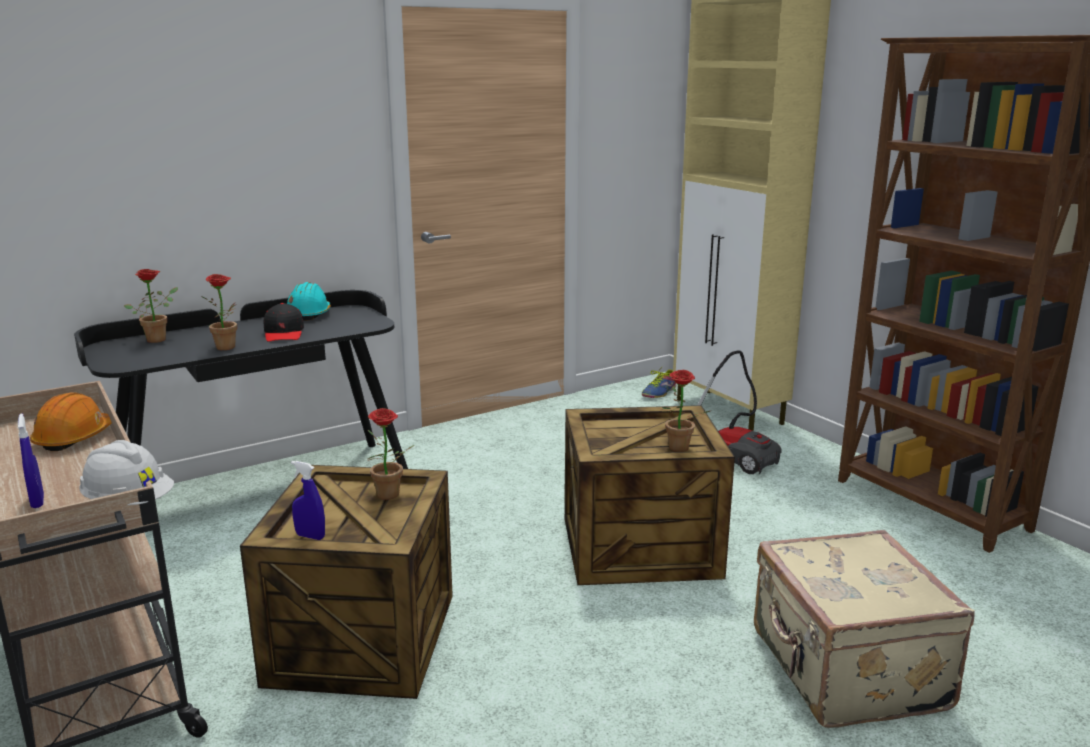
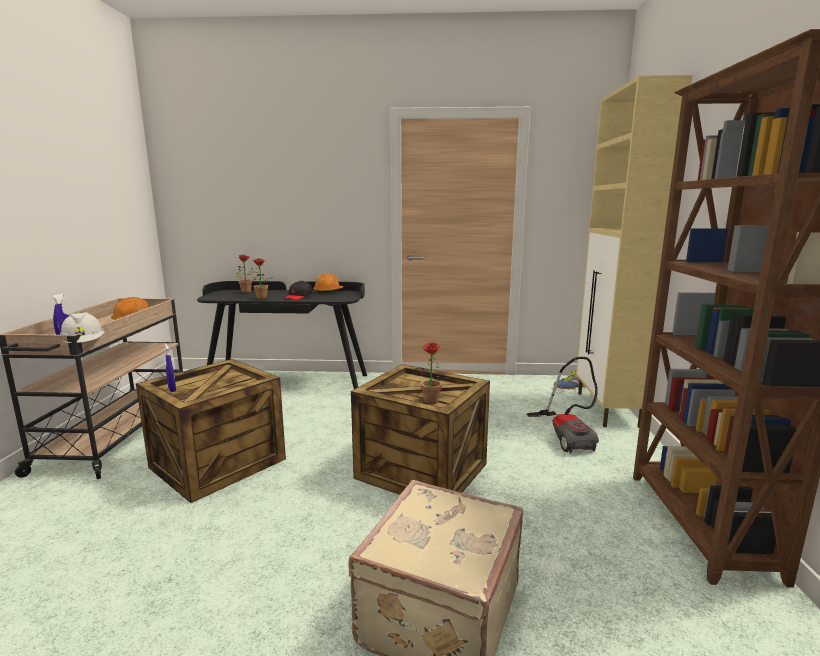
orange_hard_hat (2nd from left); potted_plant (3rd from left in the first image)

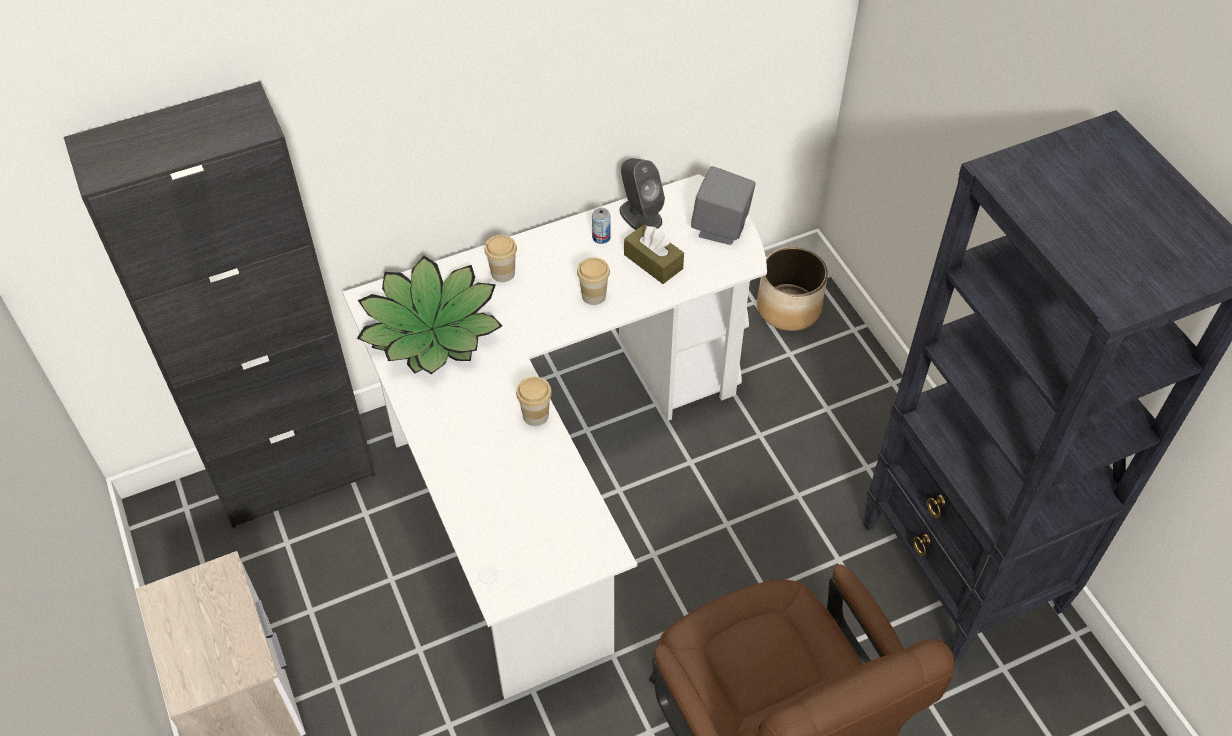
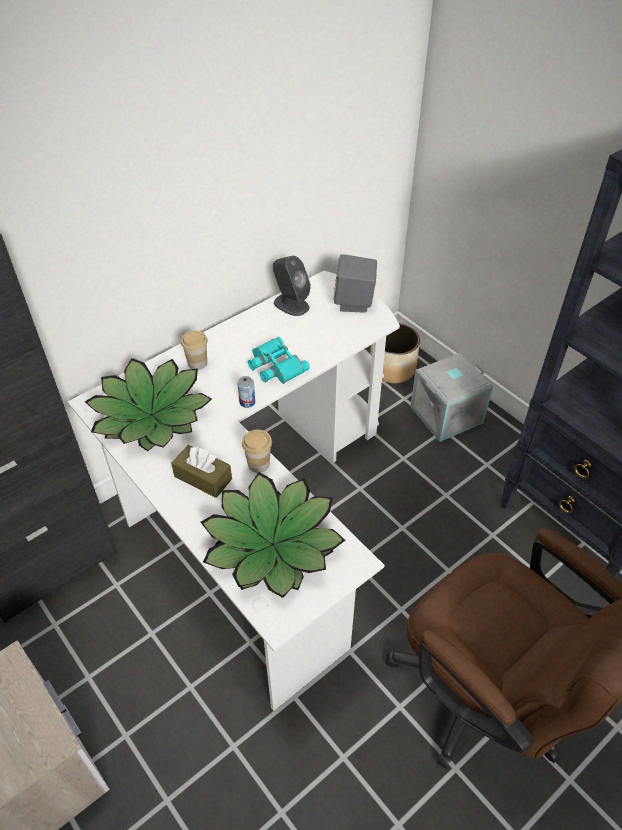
can; brown_tissue_box; turquoise_binoculars; grey_storage_box; potted_plant (2nd from left)

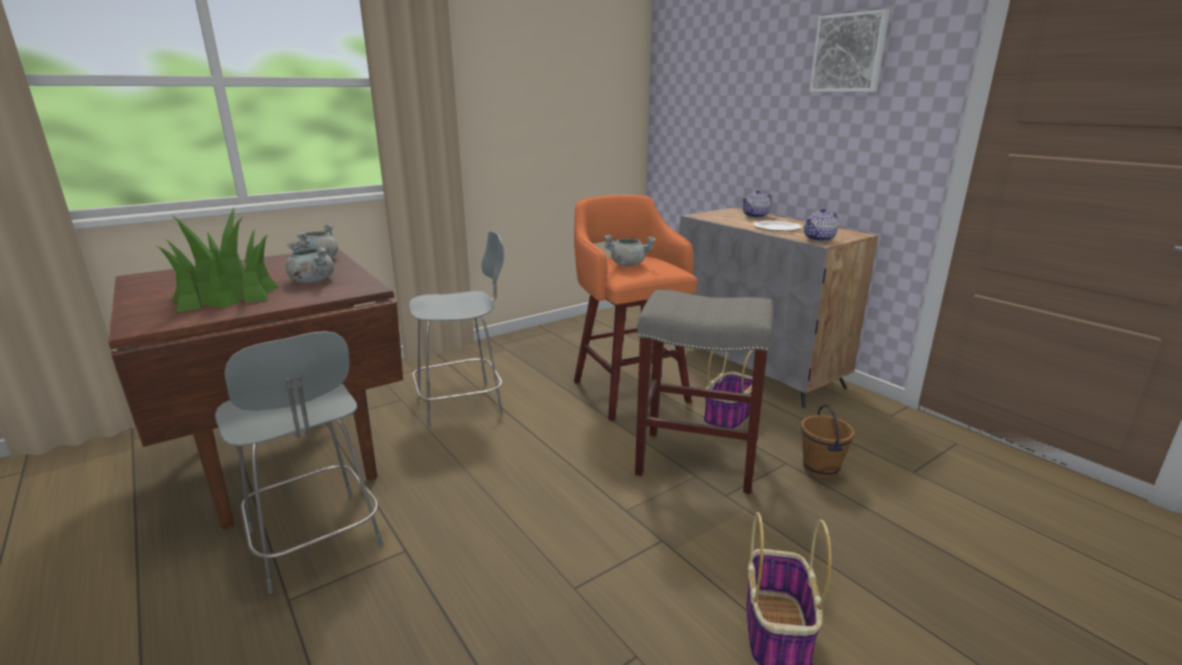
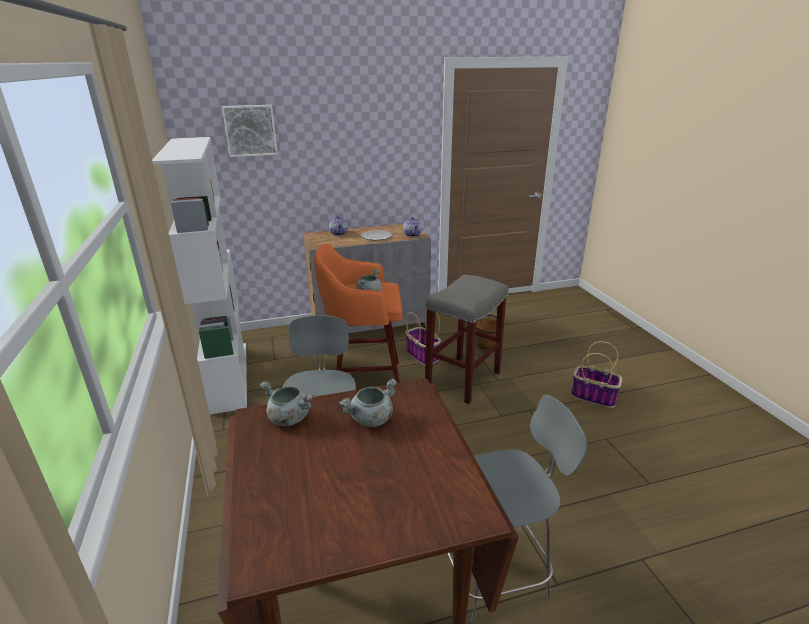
picture; potted_plant; white_bookcase

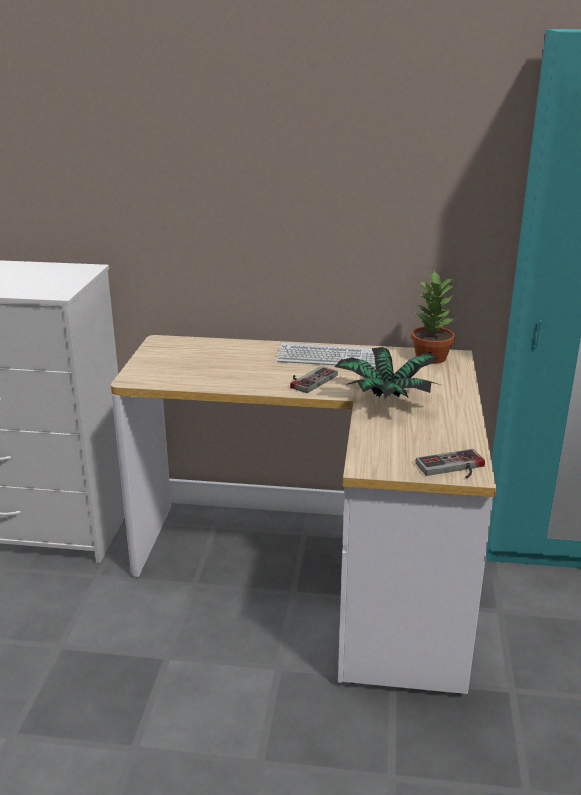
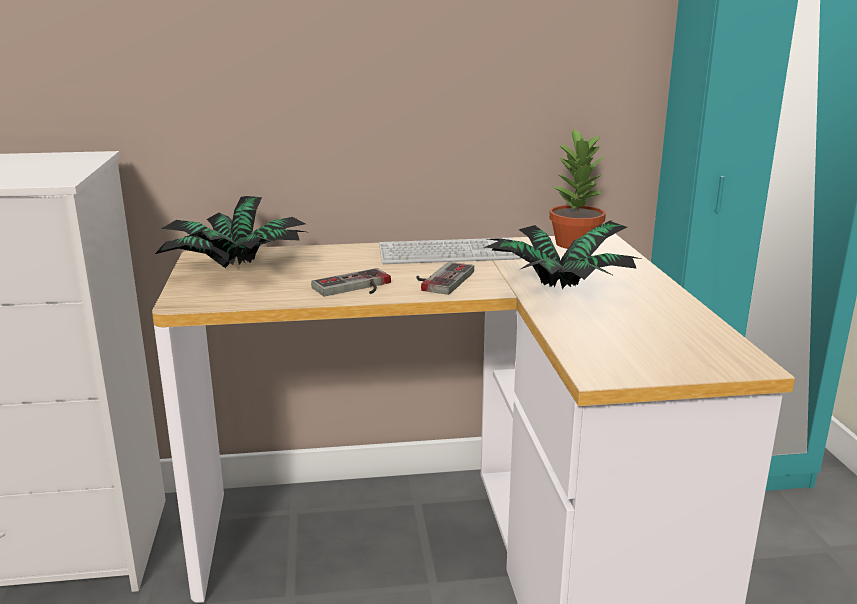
game_controller (1st from left); potted_plant (1st from left)

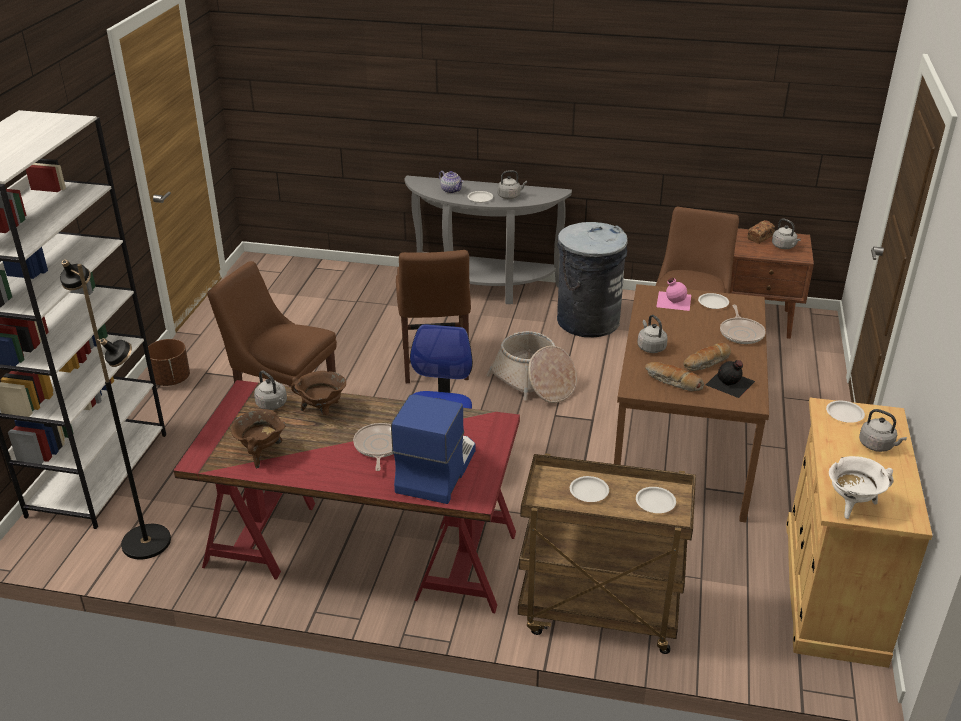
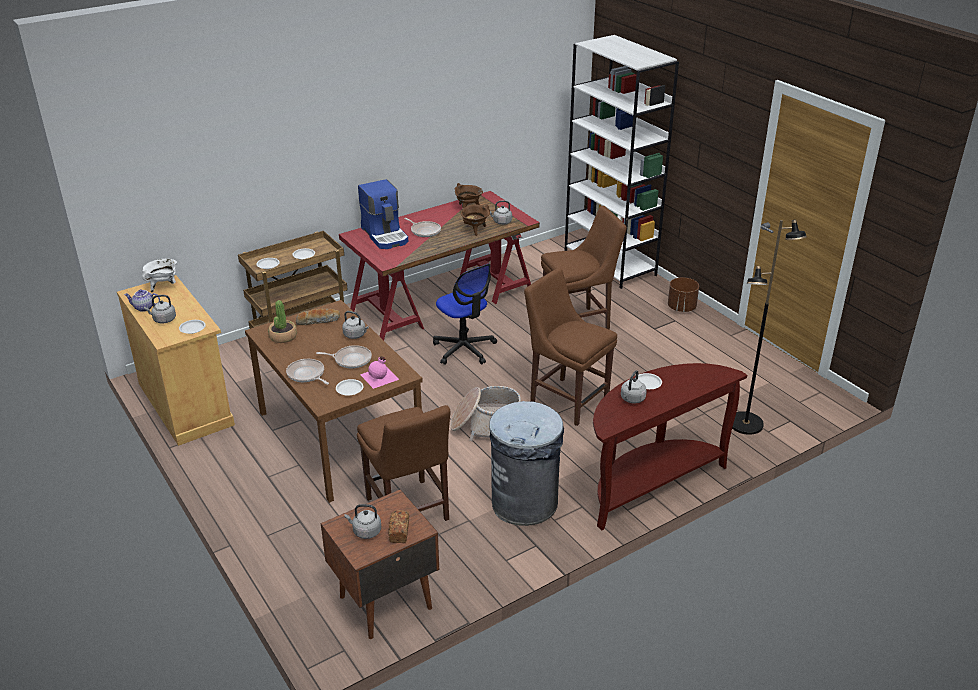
teapot; brown_console_table; black_floor_lamp; bread (2nd from left in the first image); potted_plant; frying_pan (2nd from left)

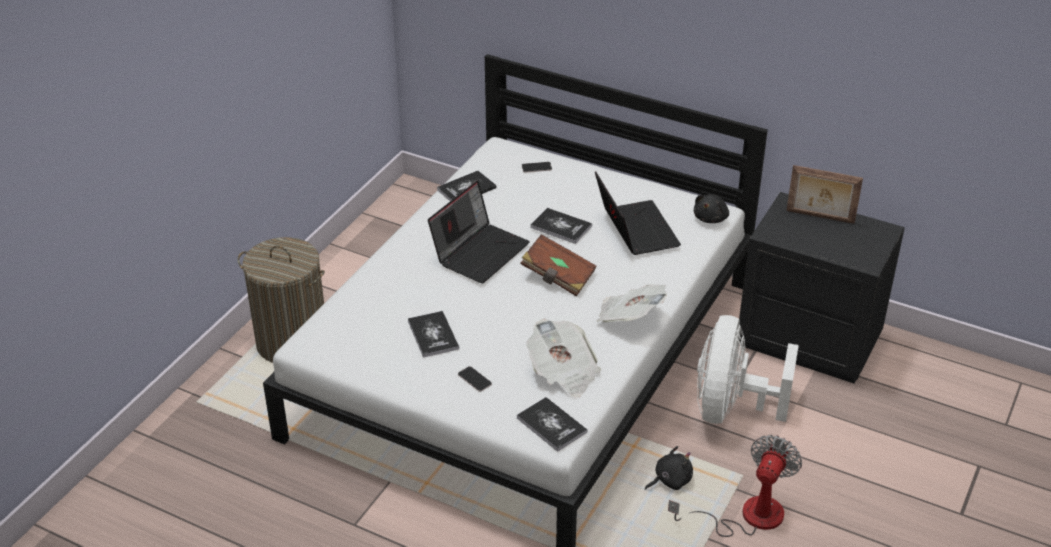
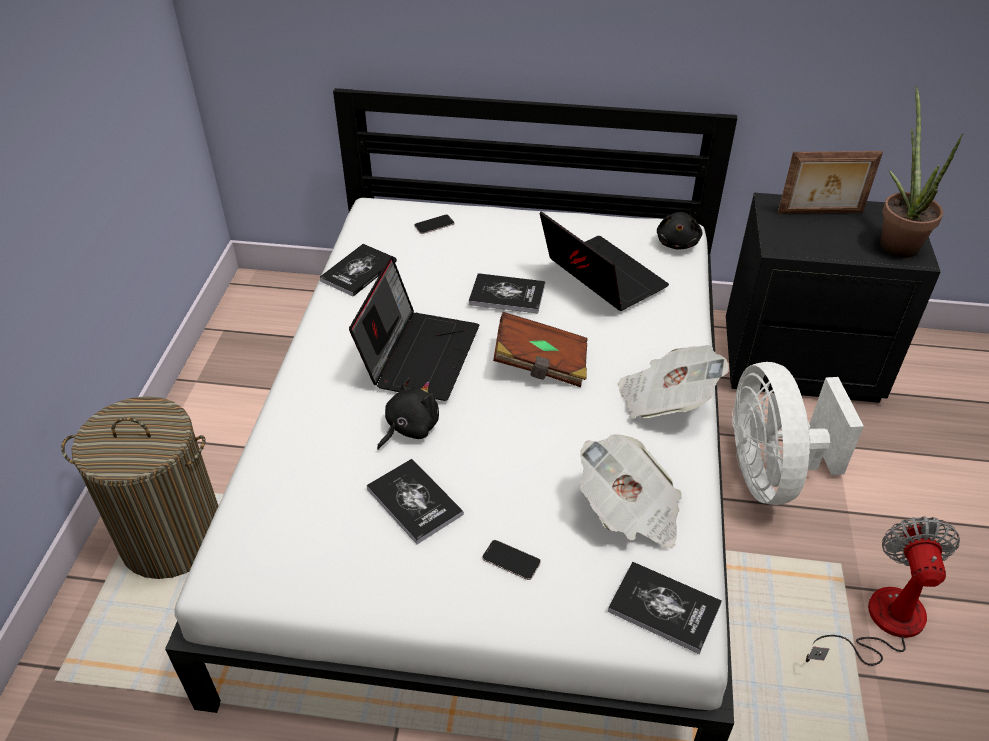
black_plush_toy (1st from left); potted_plant

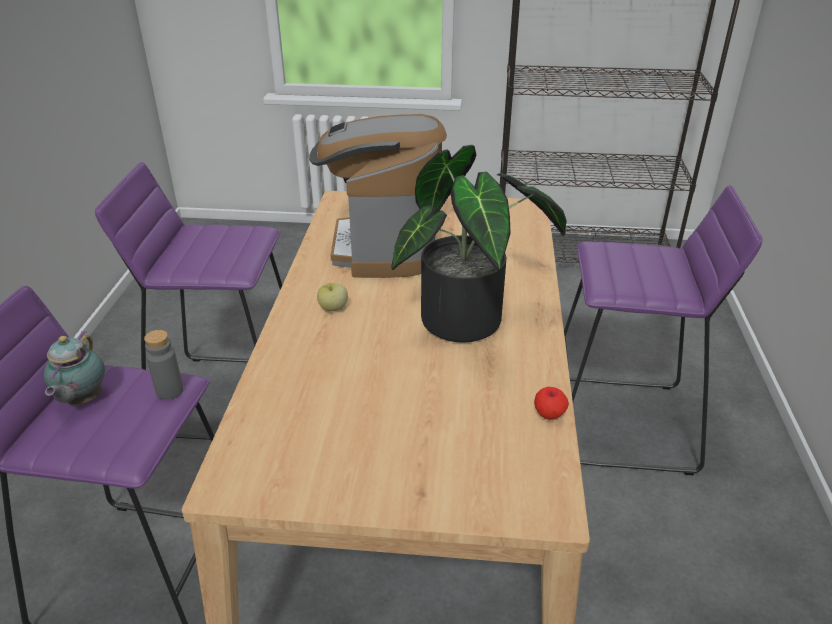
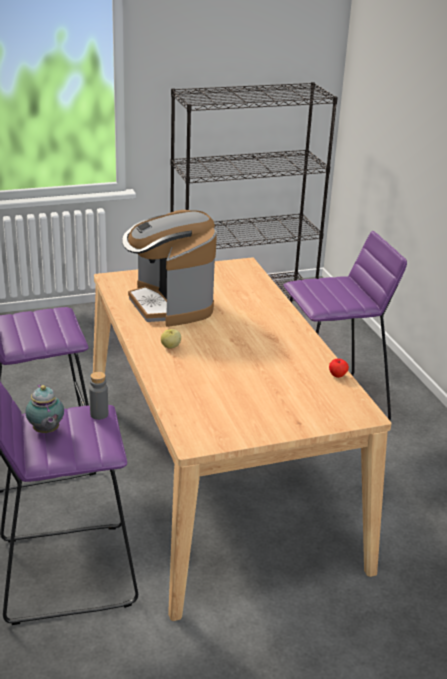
potted_plant

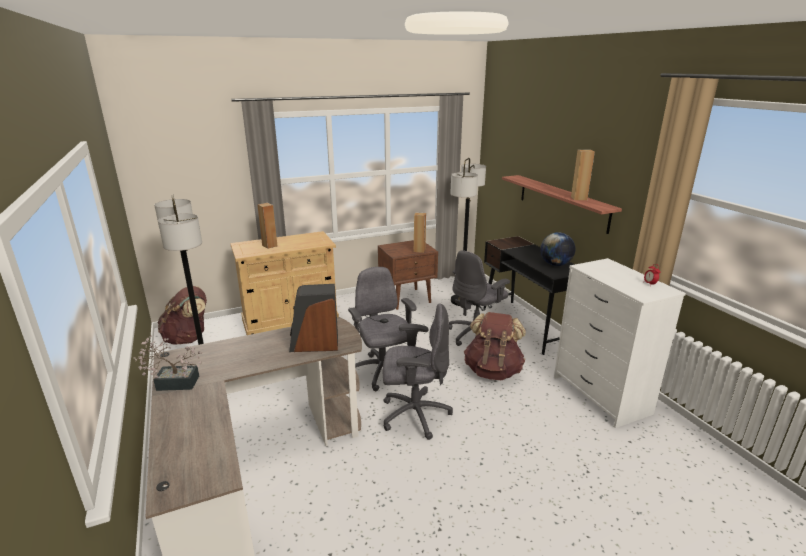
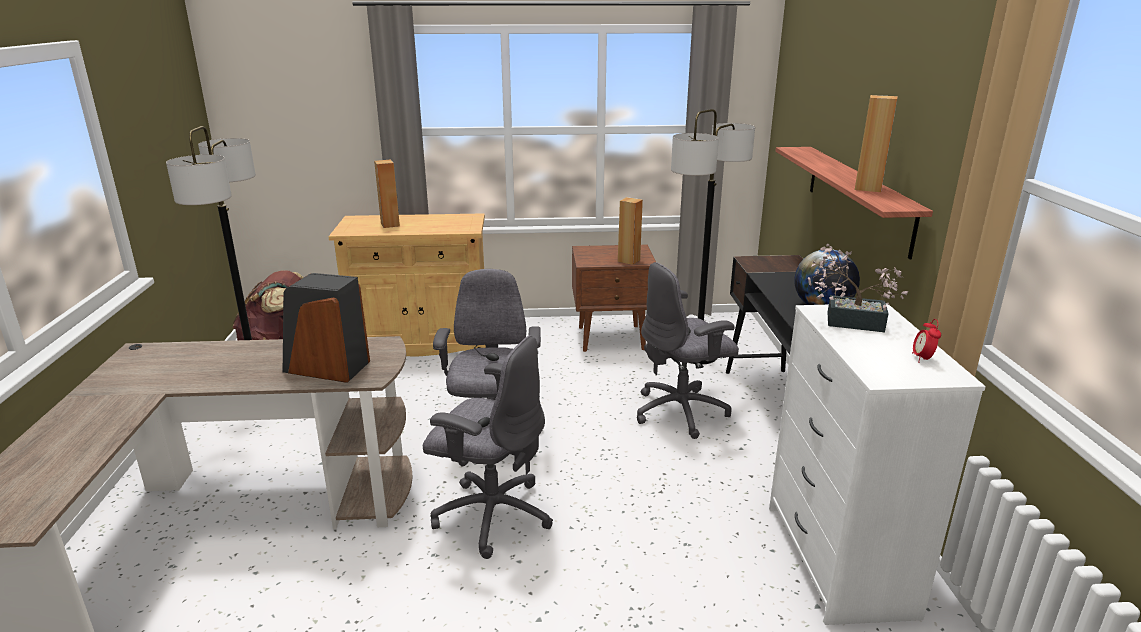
brown_backpack (2nd from left in the first image); potted_plant

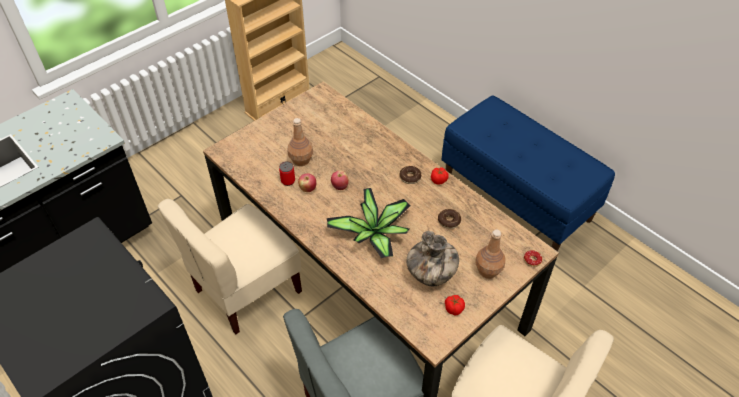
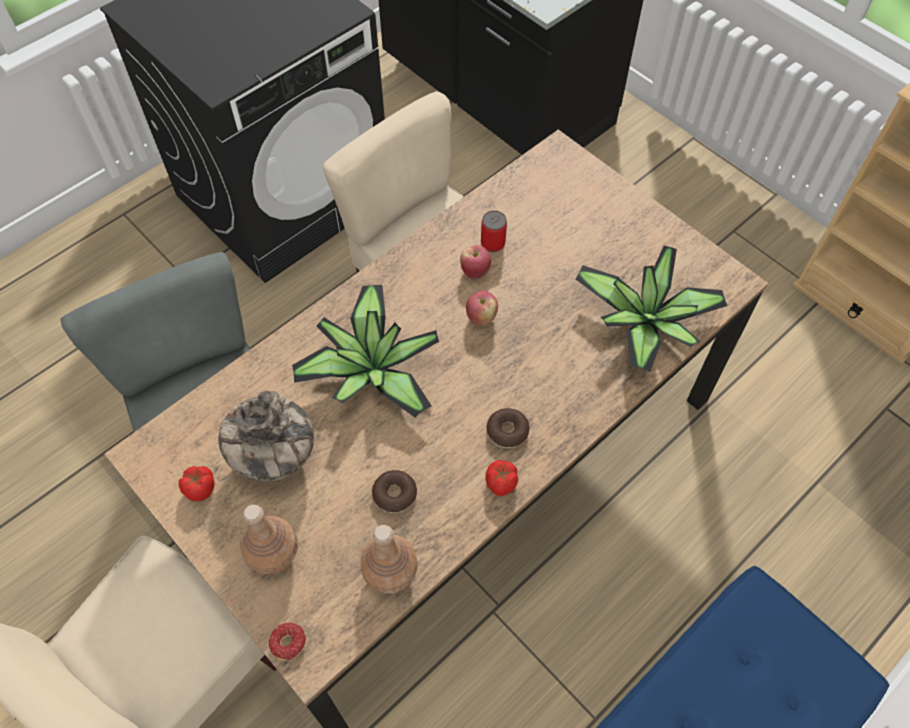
brown_bottle (2nd from left); potted_plant (2nd from left)

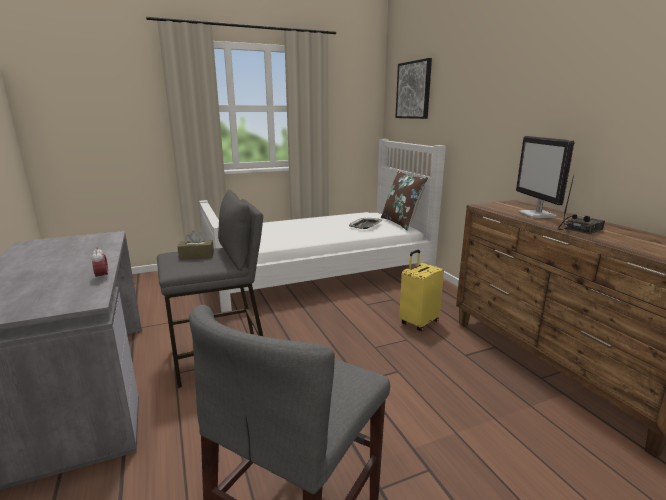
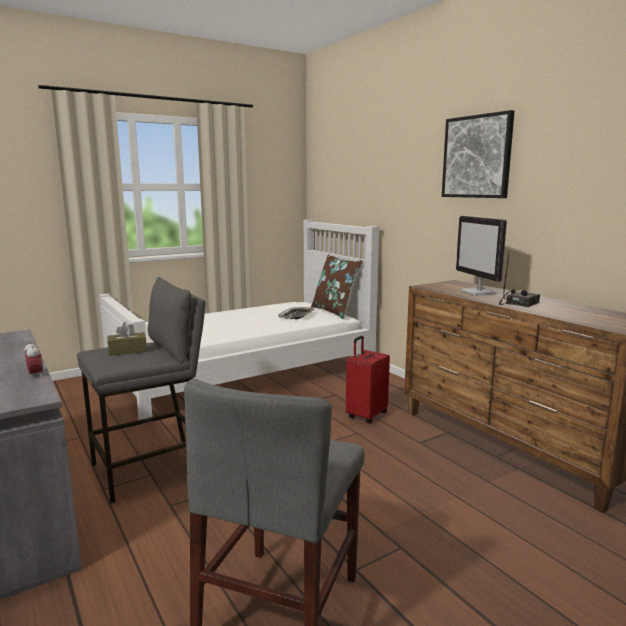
picture; red_suitcase

